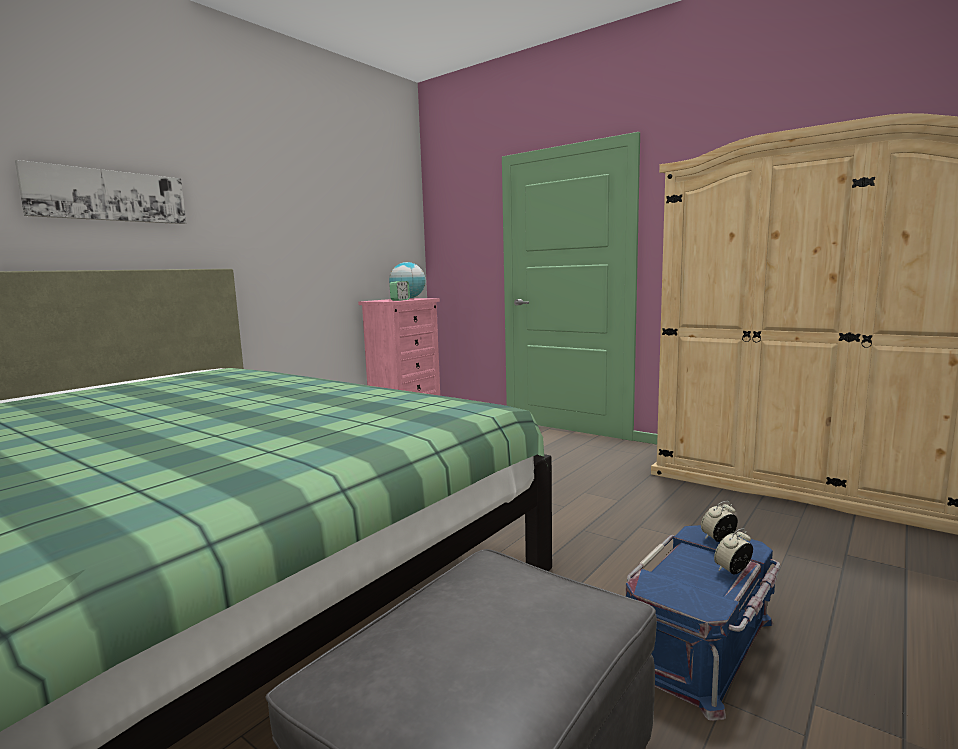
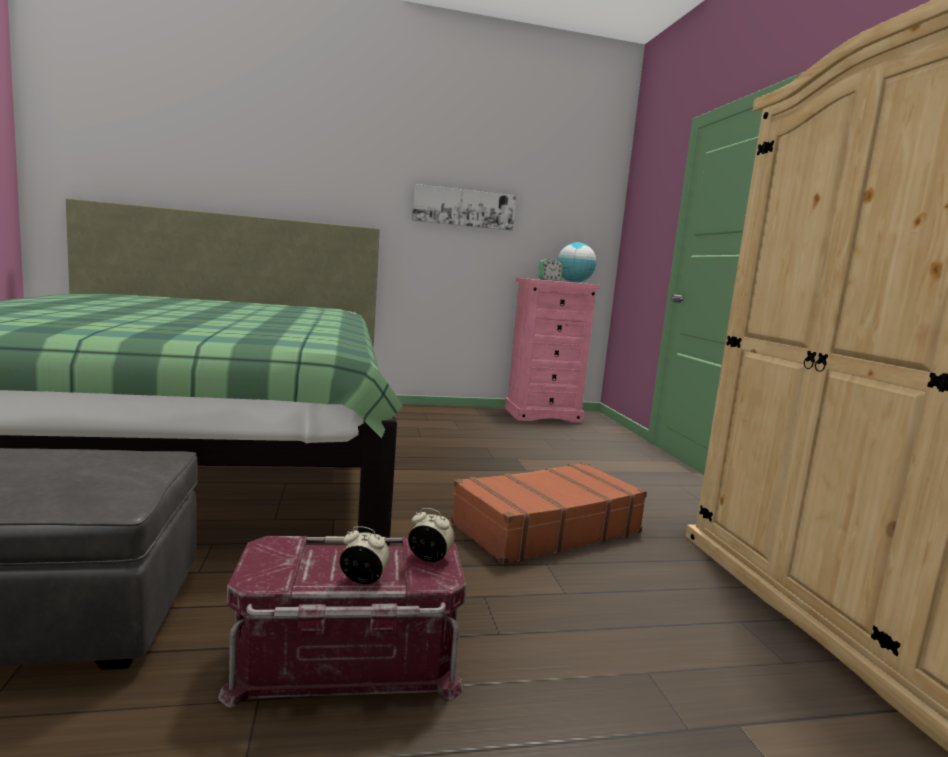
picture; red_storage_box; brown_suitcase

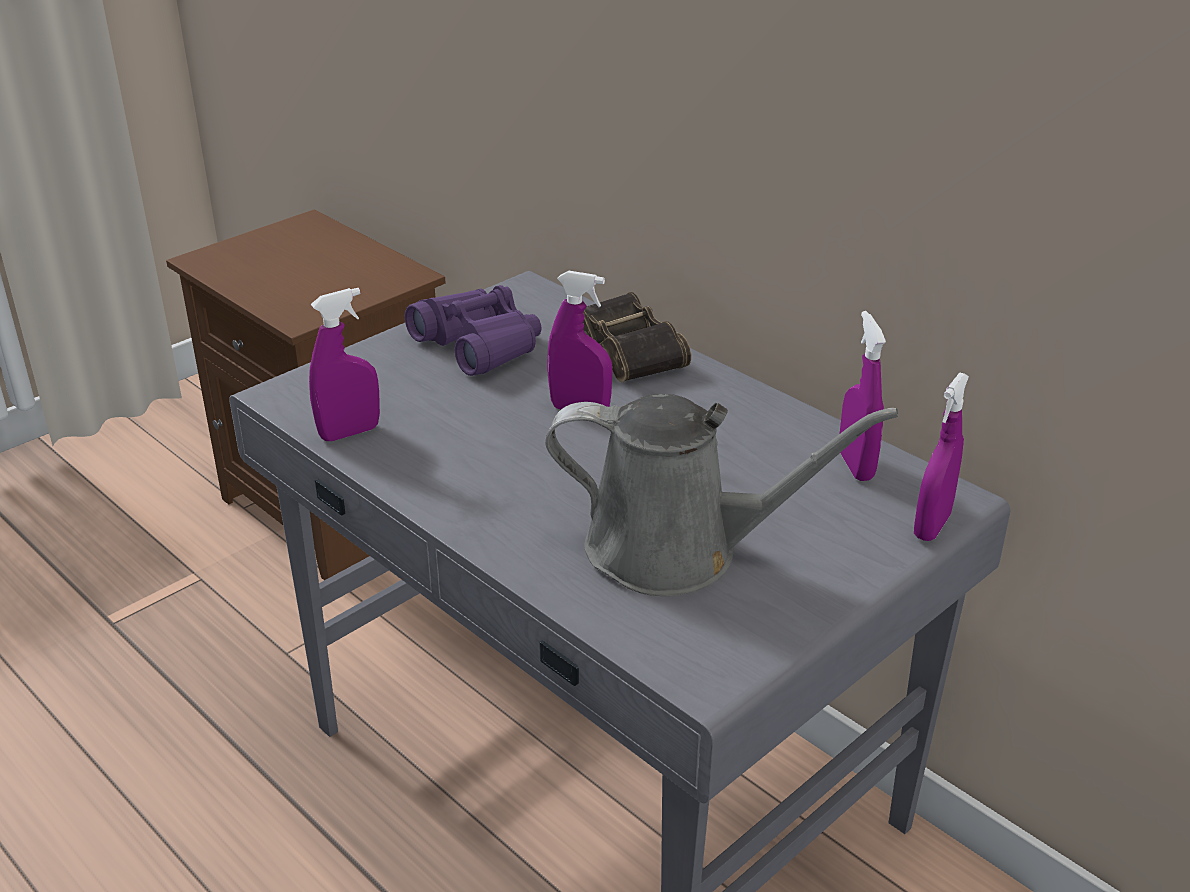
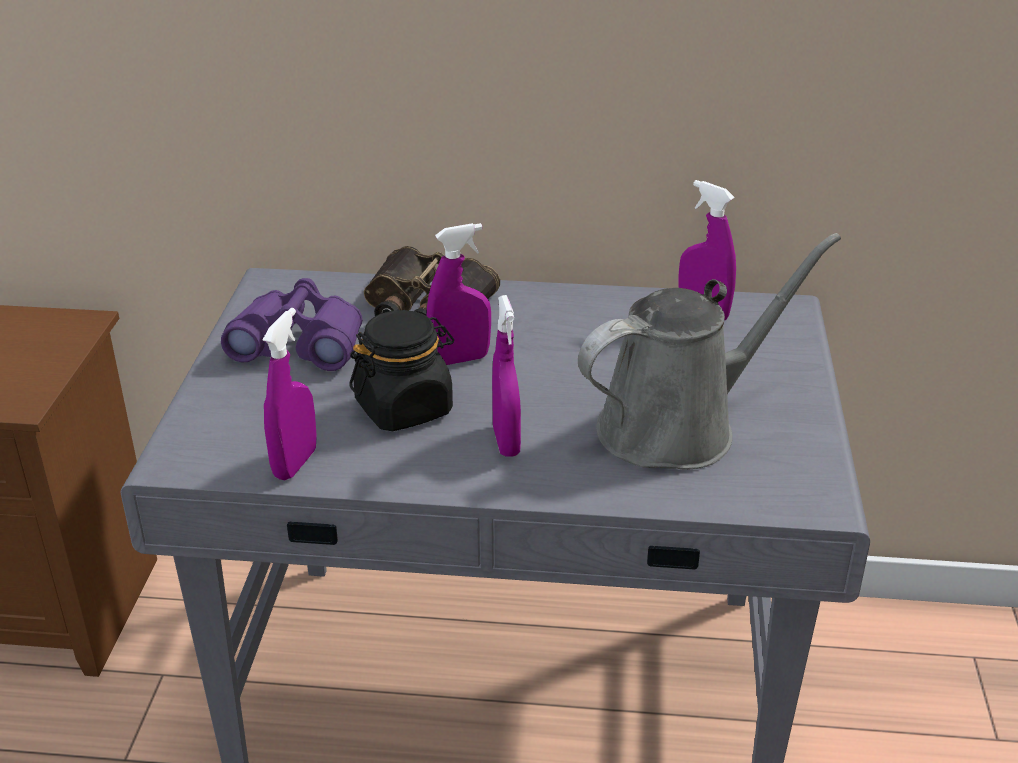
purple_spray_bottle (3rd from left); black_jar

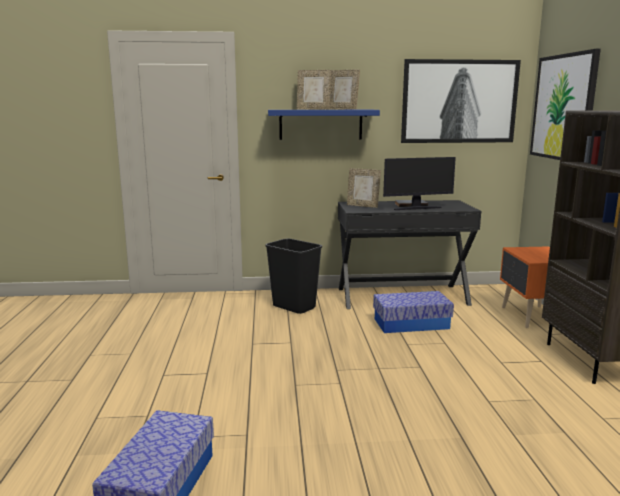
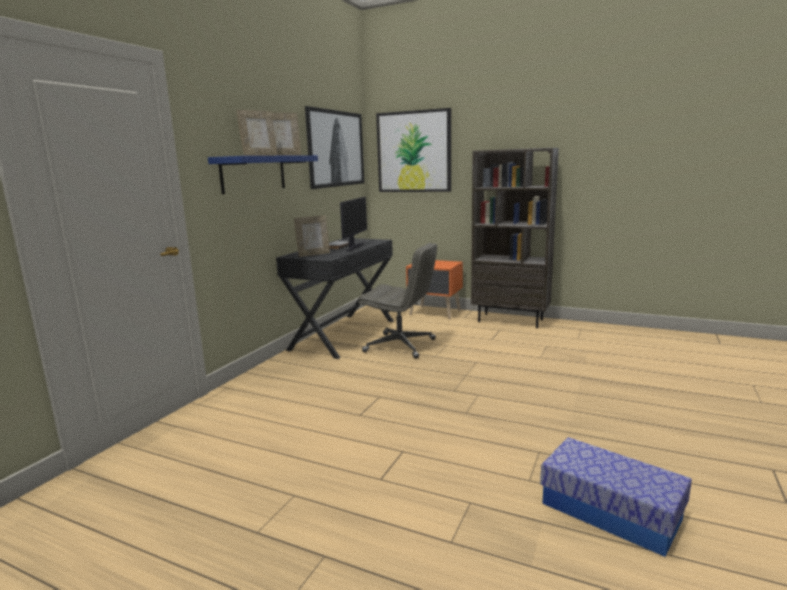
black_trash_can; grey_office_chair

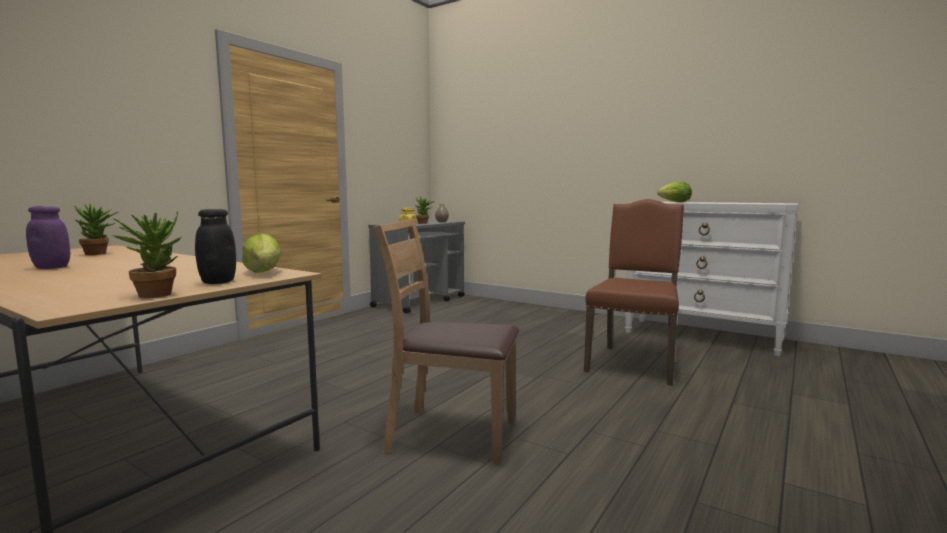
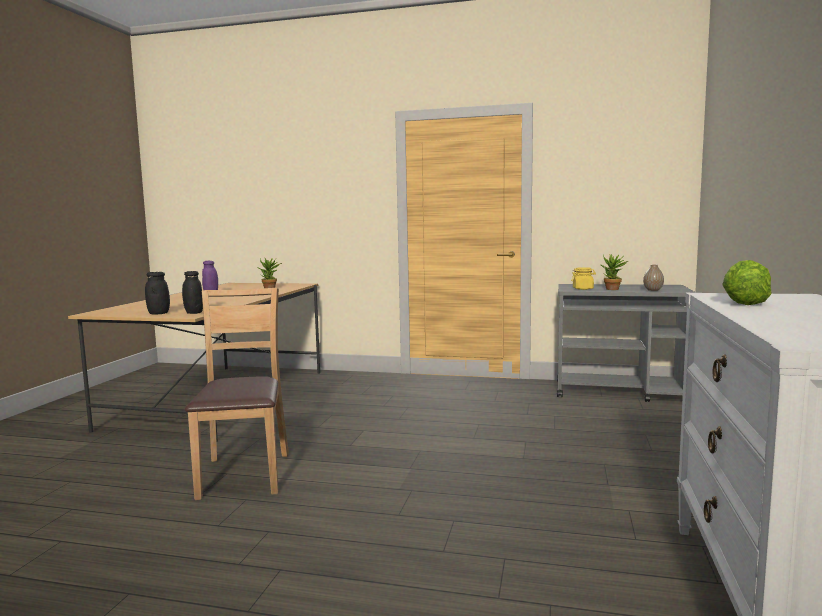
brown_chair (2nd from left in the first image); potted_plant (2nd from left in the first image); black_jar (2nd from left)

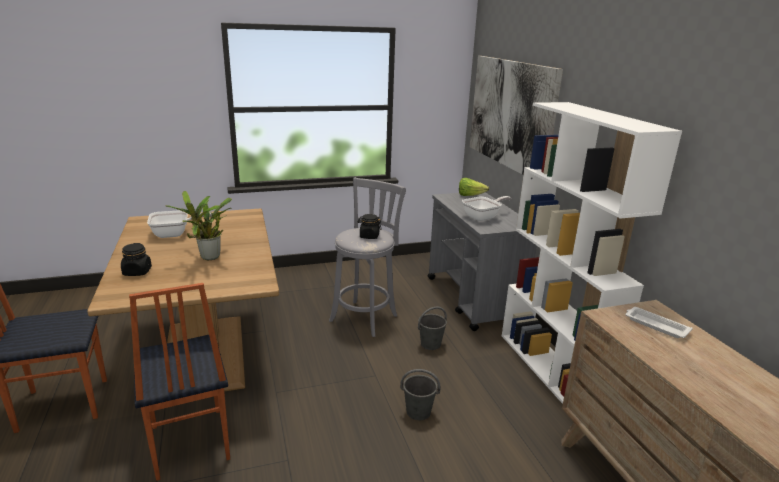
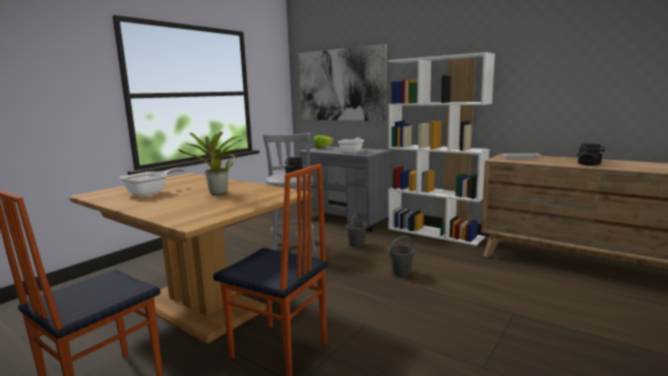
black_jar (2nd from left)

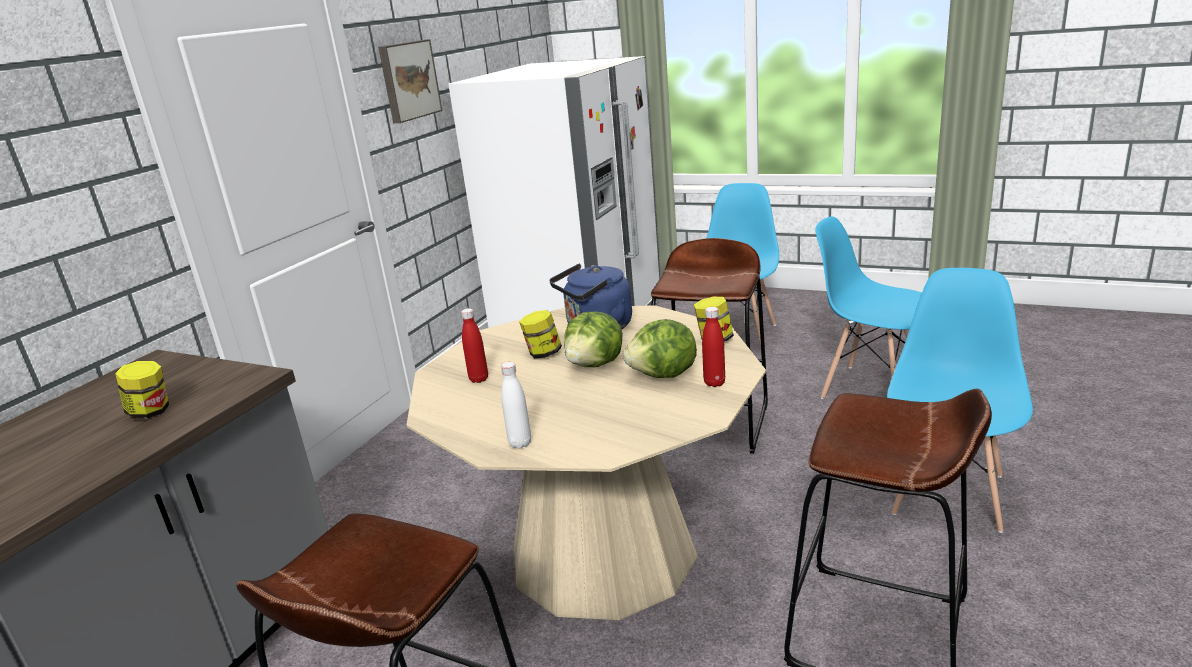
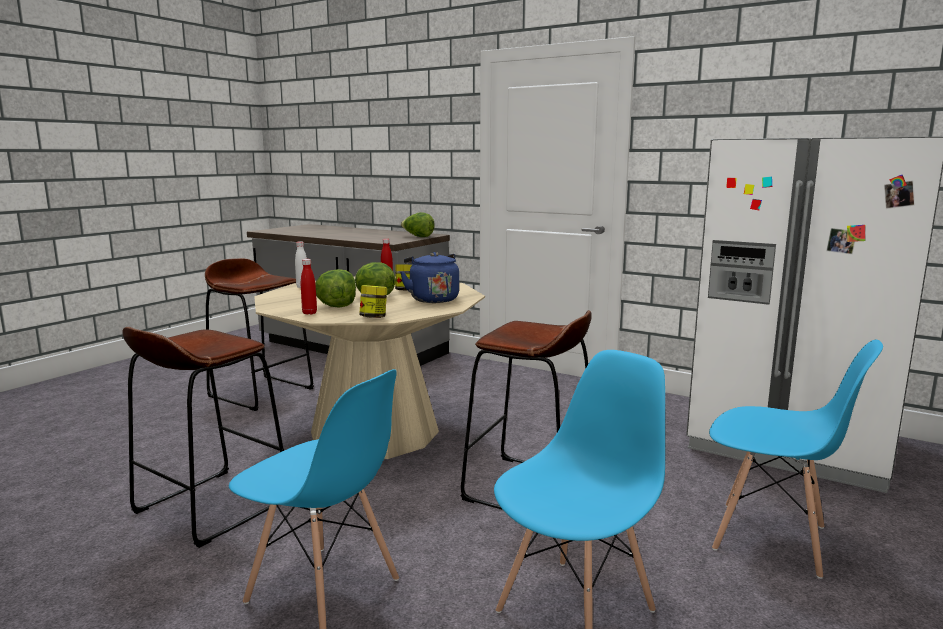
picture; jar (1st from left in the first image); lettuce (3rd from left)

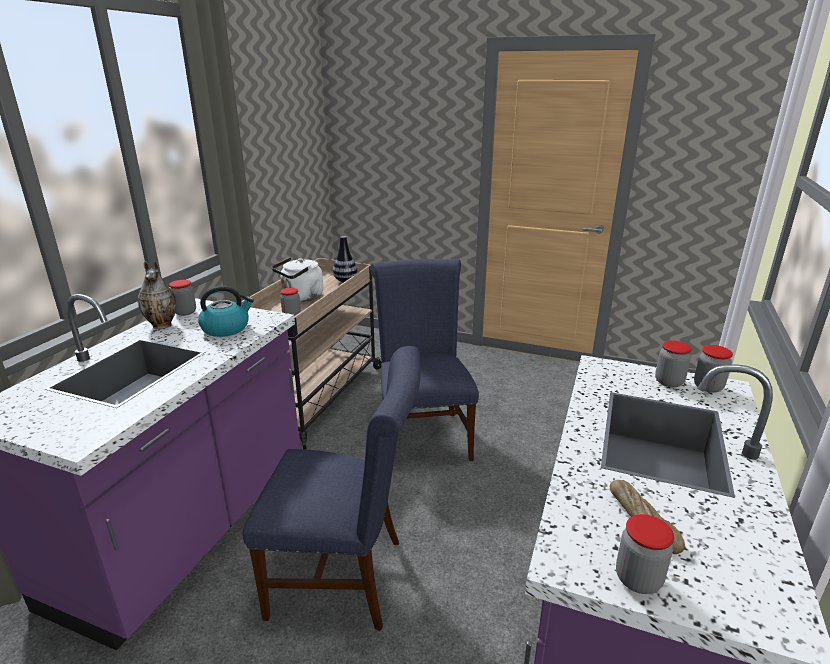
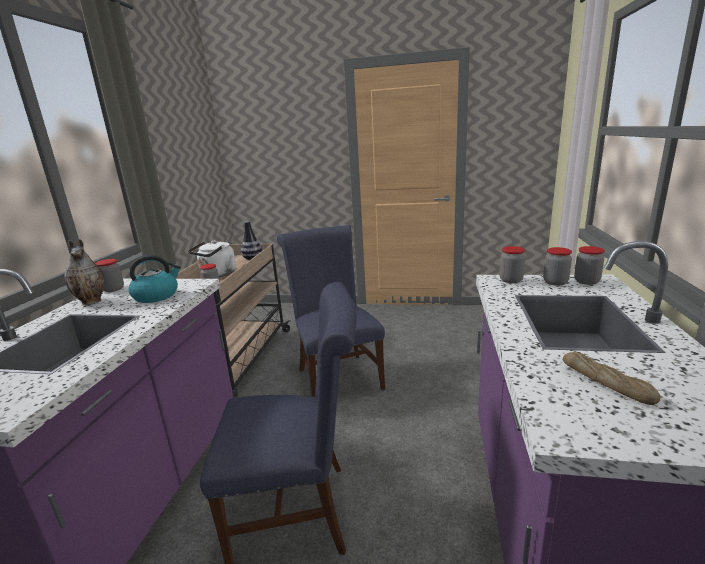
jar (3rd from left)

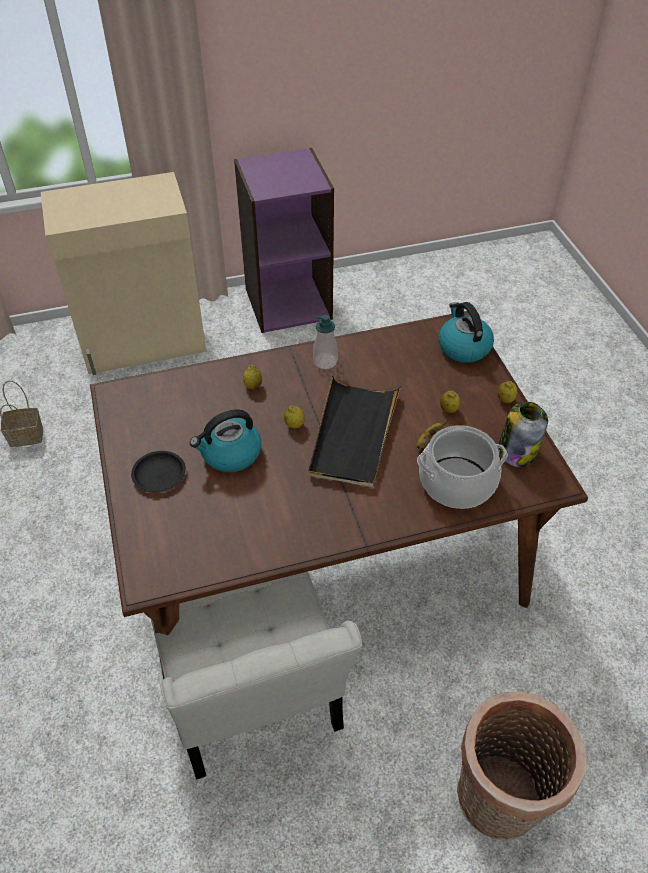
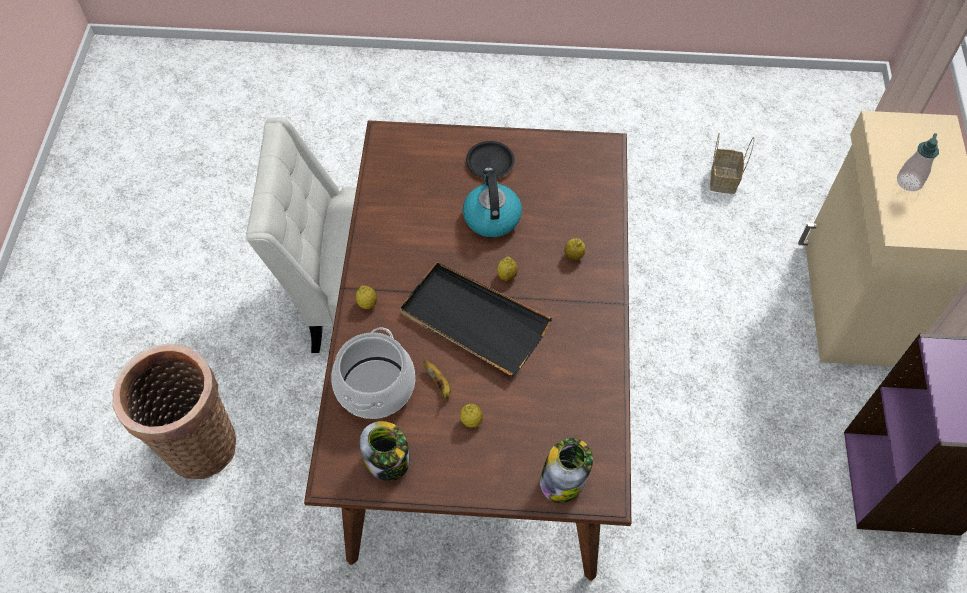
jar (2nd from left); soap_dispenser; lemon (1st from left)

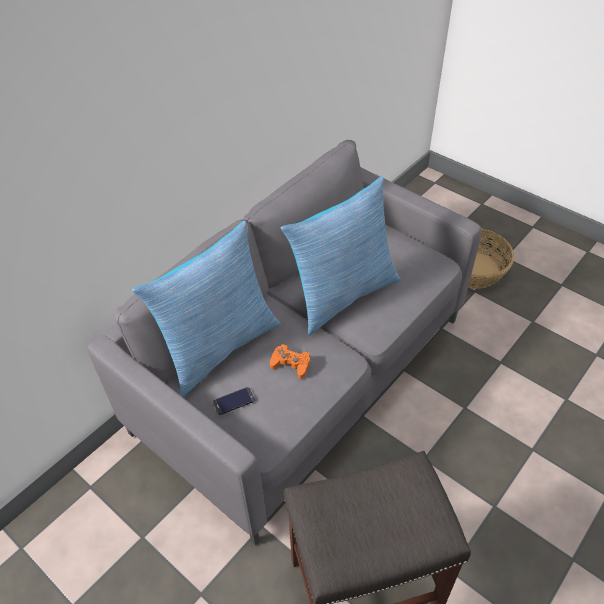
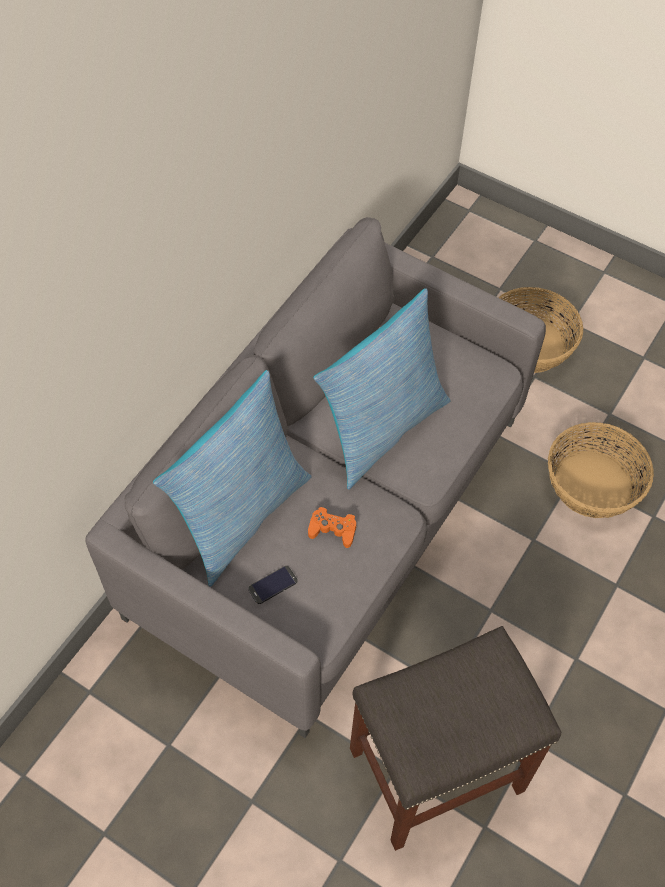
basket (2nd from left)

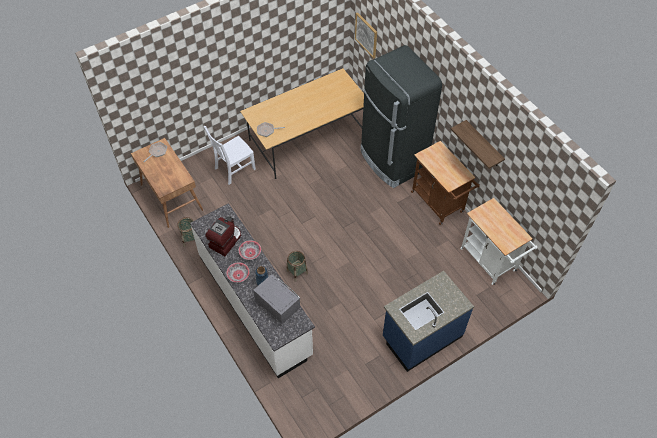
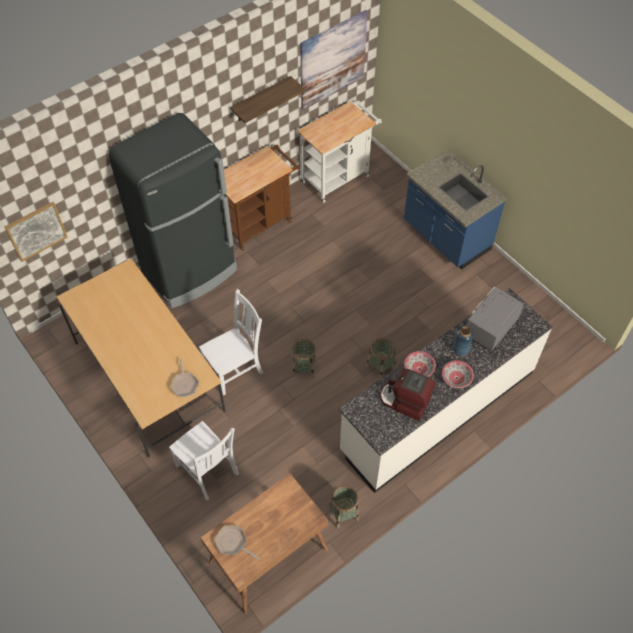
picture (2nd from left); white_chair (2nd from left); basket (1st from left)

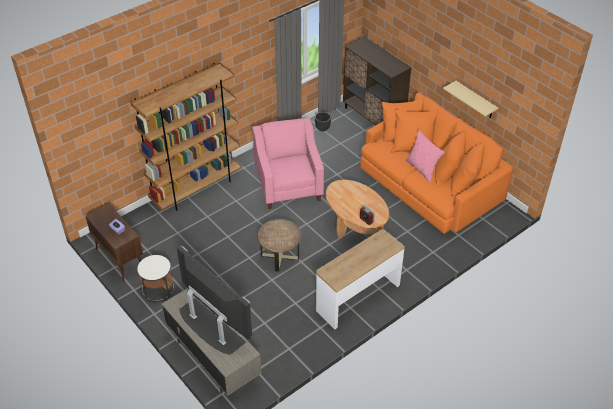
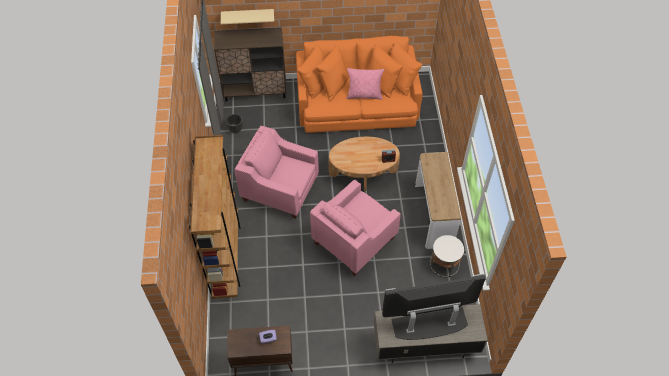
beige_shelf; pink_armchair (2nd from left); white_side_table

